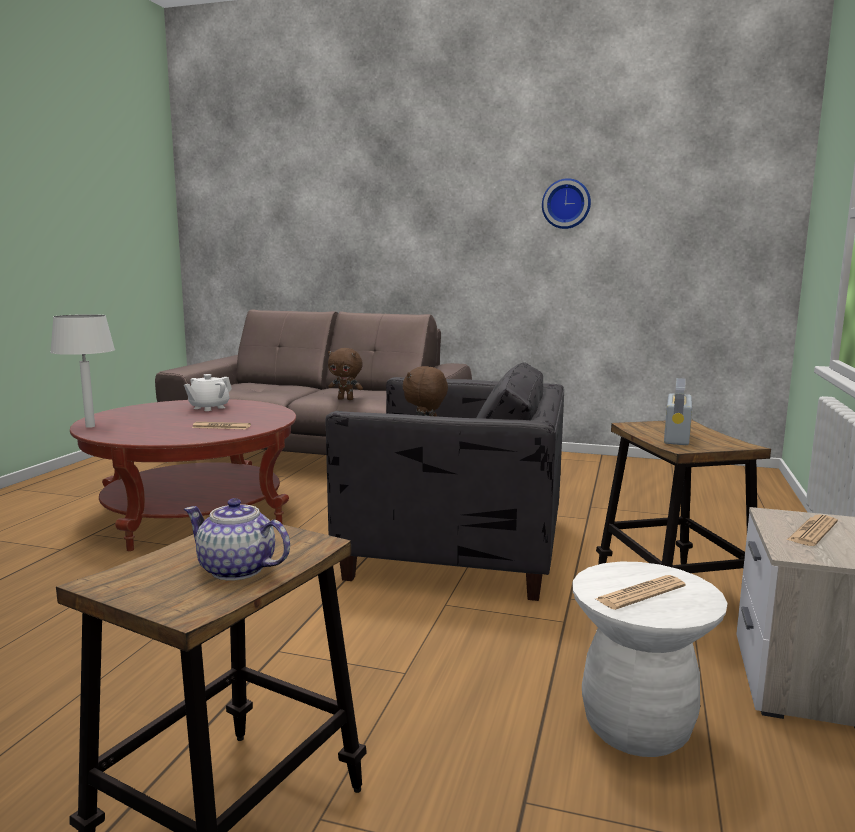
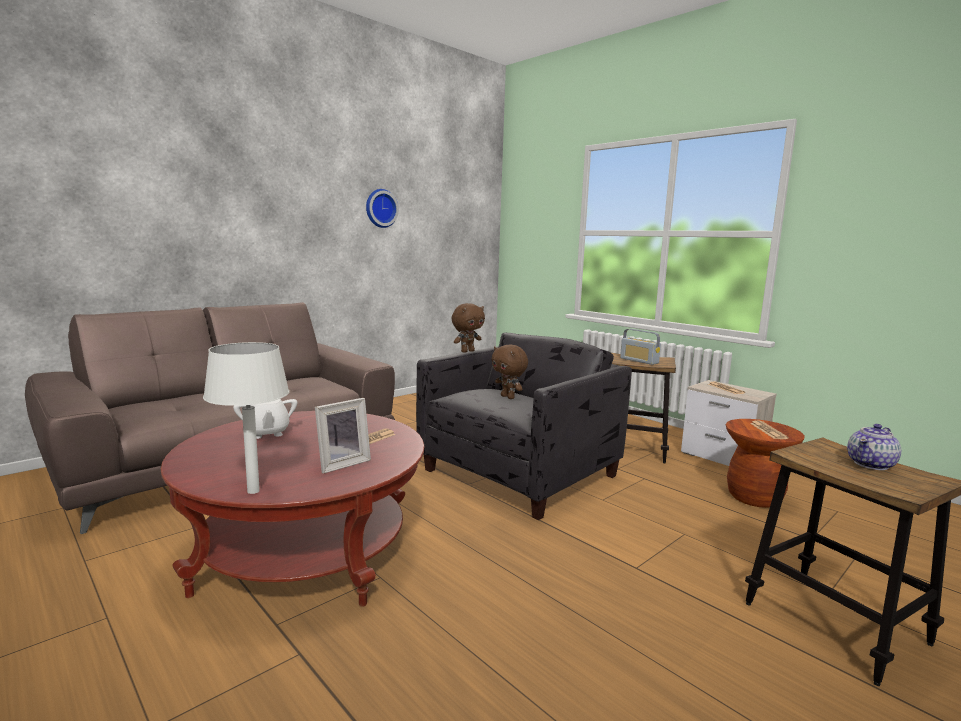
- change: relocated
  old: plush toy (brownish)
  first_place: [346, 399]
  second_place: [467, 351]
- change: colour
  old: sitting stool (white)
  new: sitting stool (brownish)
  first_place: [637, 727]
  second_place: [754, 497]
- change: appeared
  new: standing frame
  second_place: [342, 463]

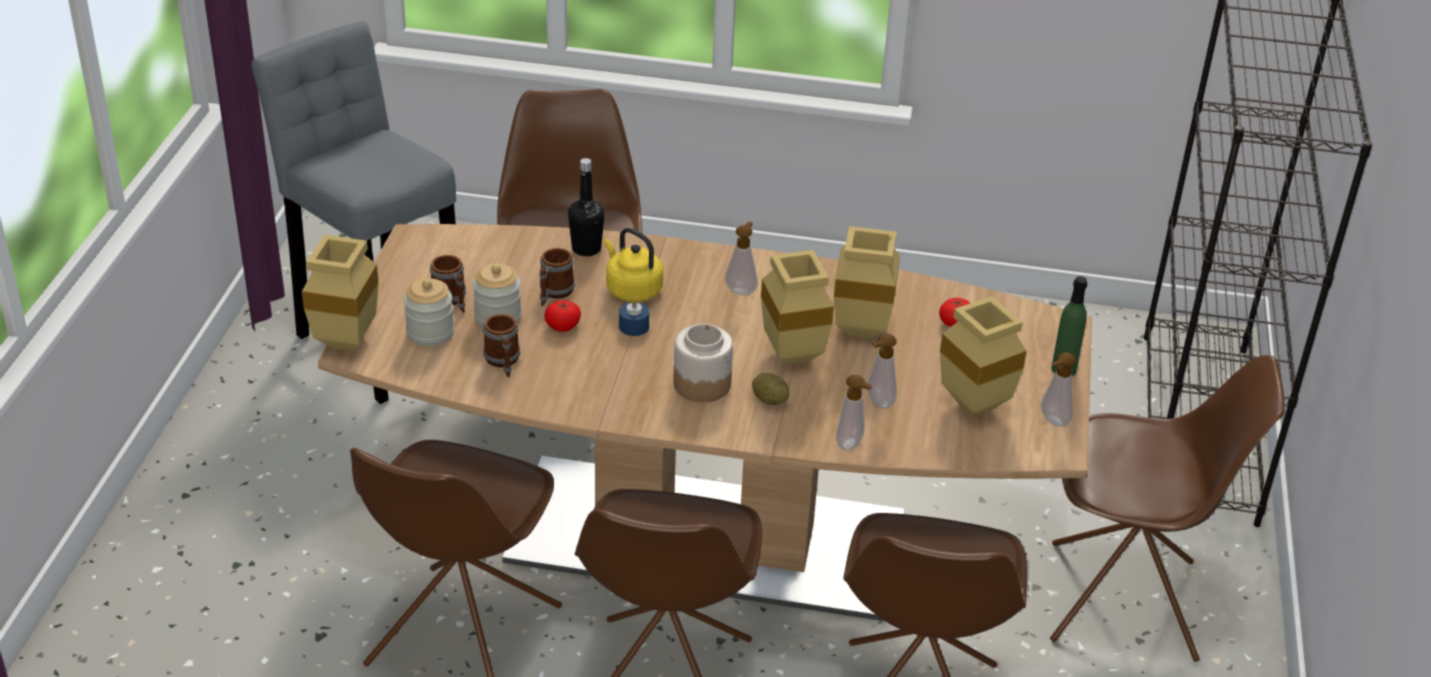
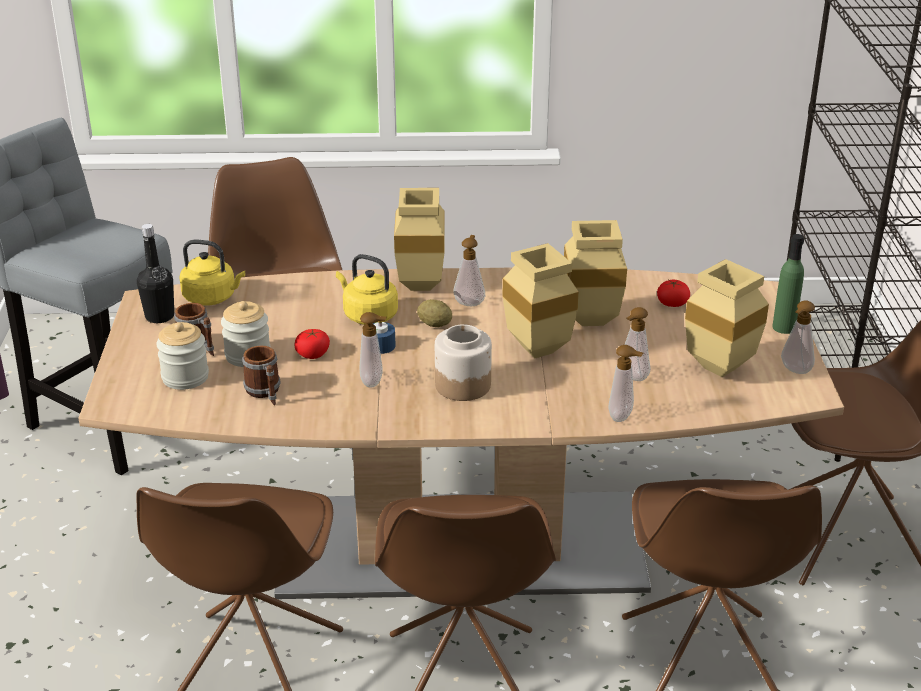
- change: relocated
  old: bottle (blackish)
  first_place: [586, 249]
  second_place: [159, 316]
- change: relocated
  old: decorative vase (beige-coloured)
  first_place: [347, 345]
  second_place: [422, 287]
- change: missing
  old: coffee mug
  first_place: [553, 293]
- change: relocated
  old: potato
  first_place: [769, 400]
  second_place: [434, 324]
- change: appeared
  new: tea kettle (yellow-coloured)
  second_place: [212, 298]
- change: appeared
  new: soap bottle
  second_place: [374, 382]

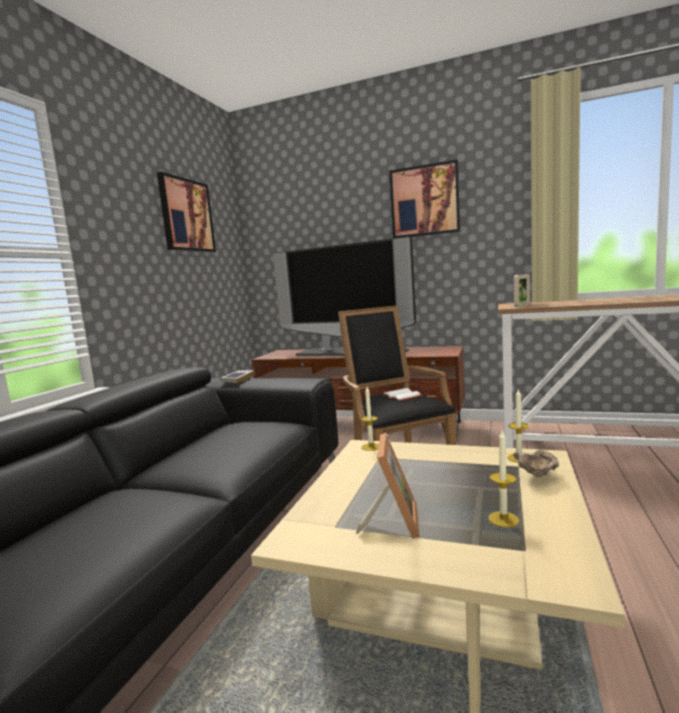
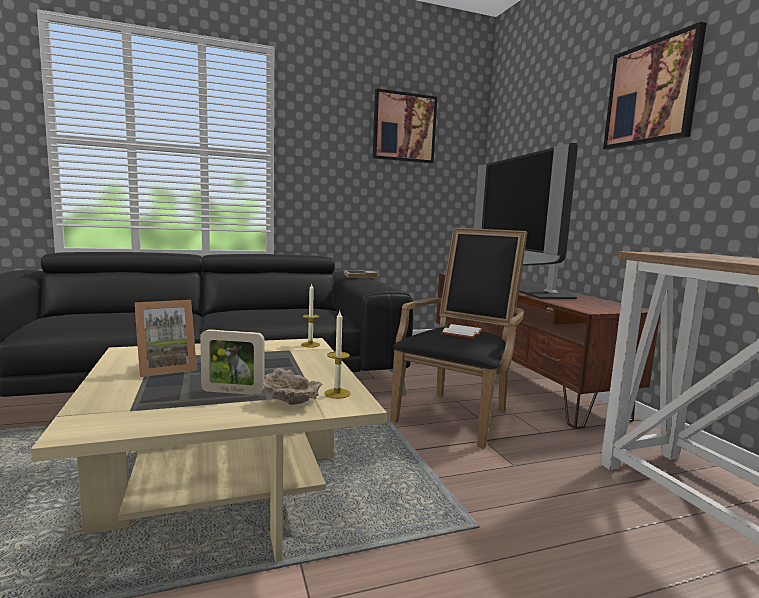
- change: relocated
  old: standing frame
  first_place: [522, 305]
  second_place: [233, 392]
- change: missing
  old: wax light
  first_place: [503, 519]

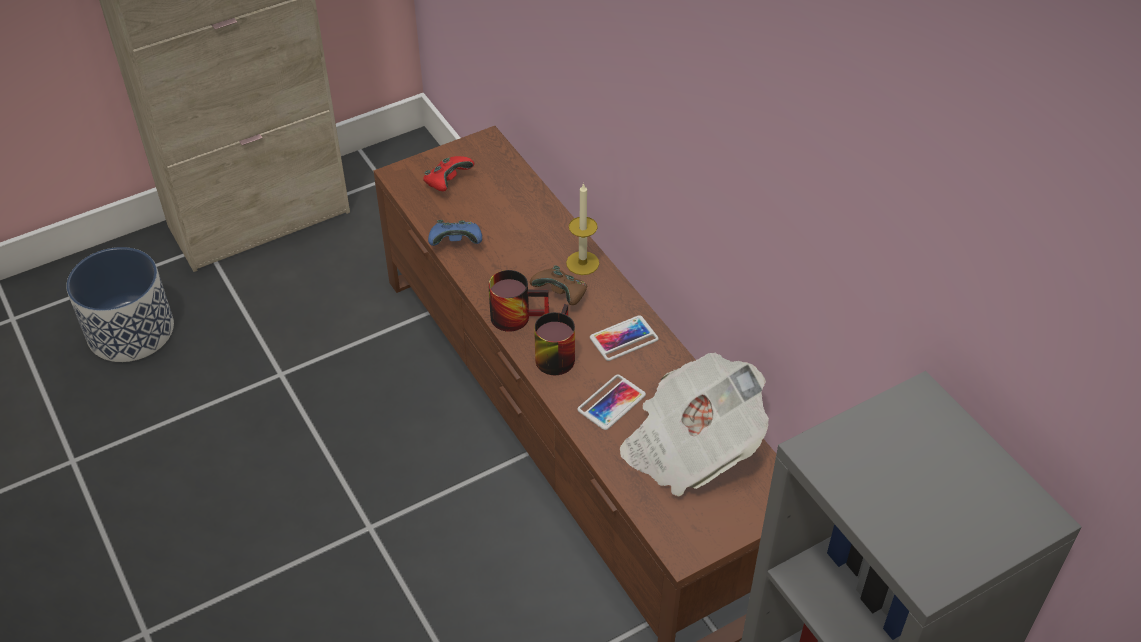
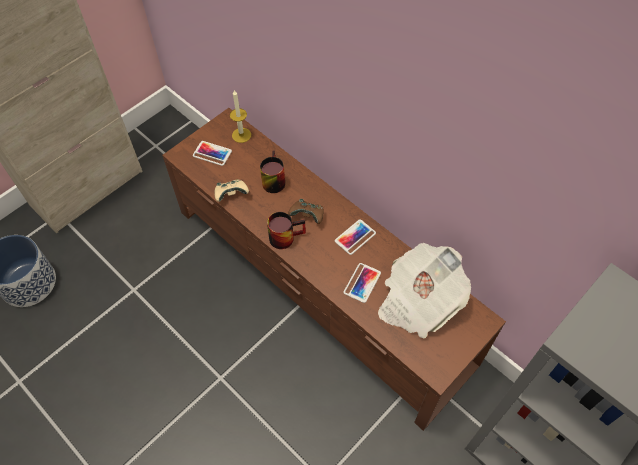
- change: exchanged
  old: joypad (red-coloured)
  new: telephone
  first_place: [447, 182]
  second_place: [212, 153]
- change: relocated
  old: wax light
  first_place: [582, 263]
  second_place: [241, 135]
- change: colour
  old: joypad (blue-coloured)
  new: joypad (beige-coloured)
  first_place: [456, 243]
  second_place: [231, 194]
- change: relocated
  old: coffee mug
  first_place: [553, 353]
  second_place: [271, 180]

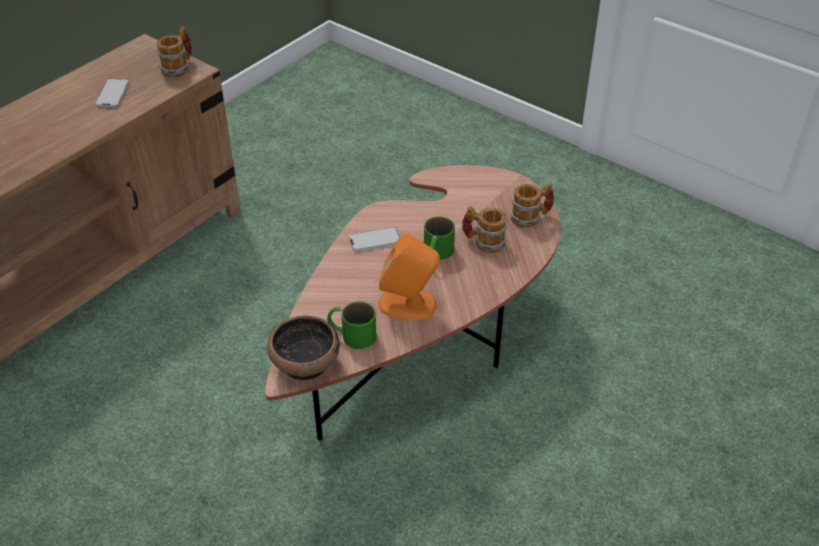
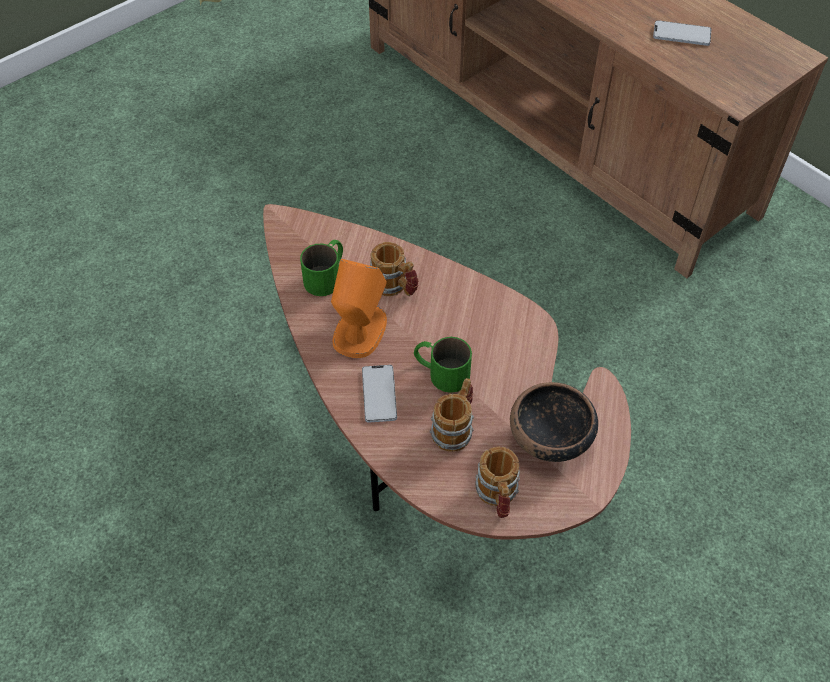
- change: relocated
  old: coffee mug
  first_place: [179, 67]
  second_place: [395, 287]
- change: relocated
  old: telephone
  first_place: [374, 240]
  second_place: [379, 394]
- change: relocated
  old: bowl
  first_place: [306, 364]
  second_place: [550, 439]

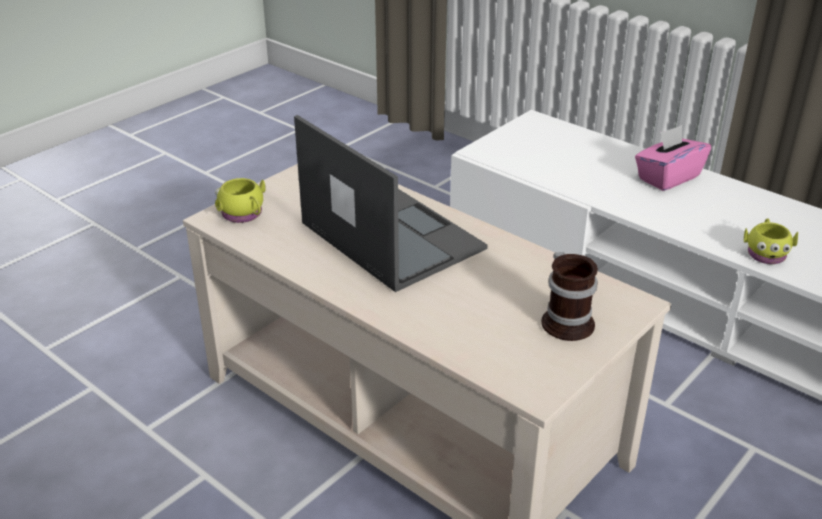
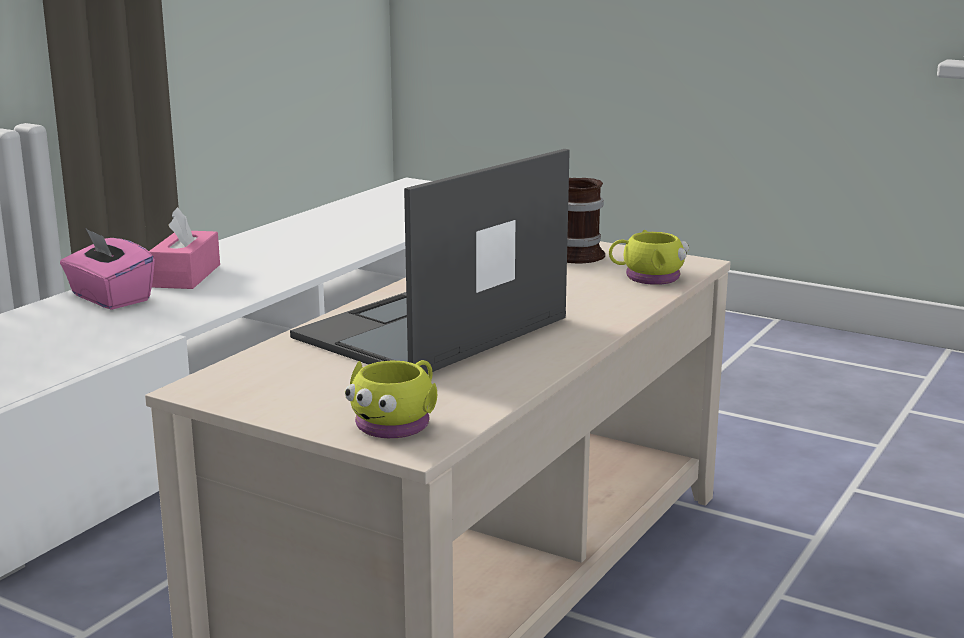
- change: relocated
  old: coffee mug (yellow-coloured)
  first_place: [765, 253]
  second_place: [647, 277]
- change: appeared
  new: tissue holder (pink)
  second_place: [186, 276]

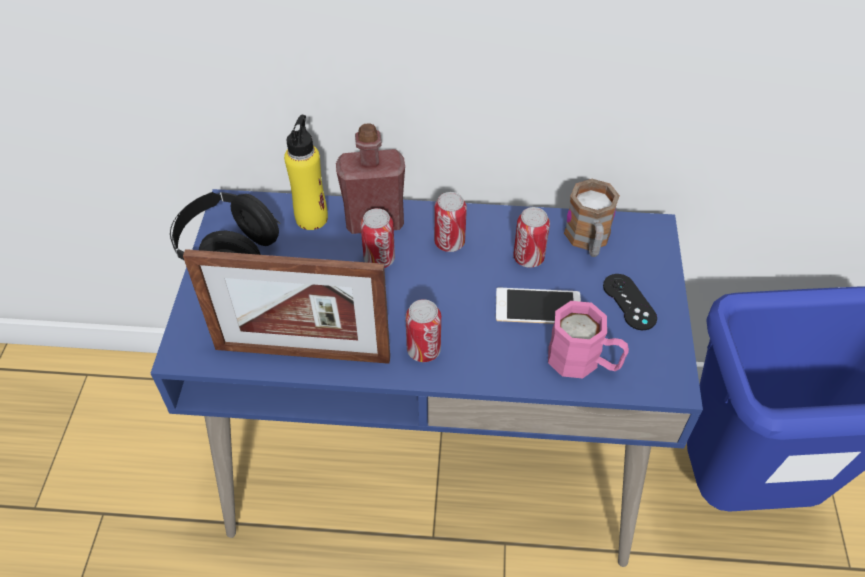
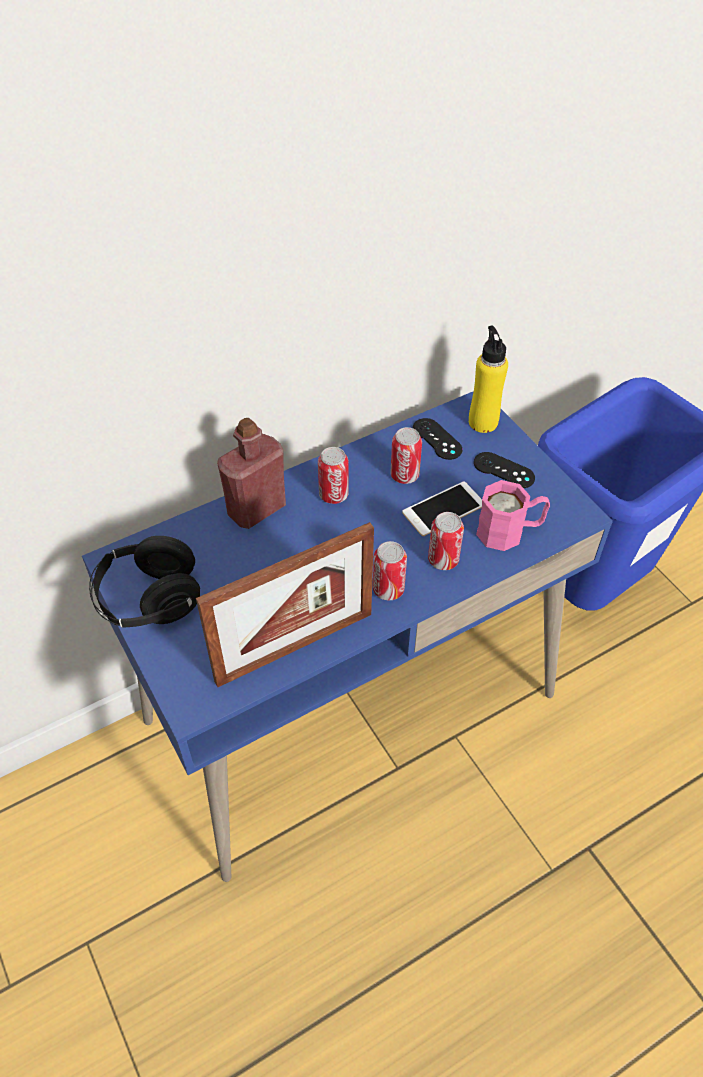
- change: relocated
  old: bottle (yellow-coloured)
  first_place: [312, 218]
  second_place: [483, 422]
- change: exchanged
  old: coffee mug
  new: joypad (blackish)
  first_place: [588, 240]
  second_place: [437, 439]
- change: relocated
  old: metal can
  first_place: [379, 259]
  second_place: [443, 560]

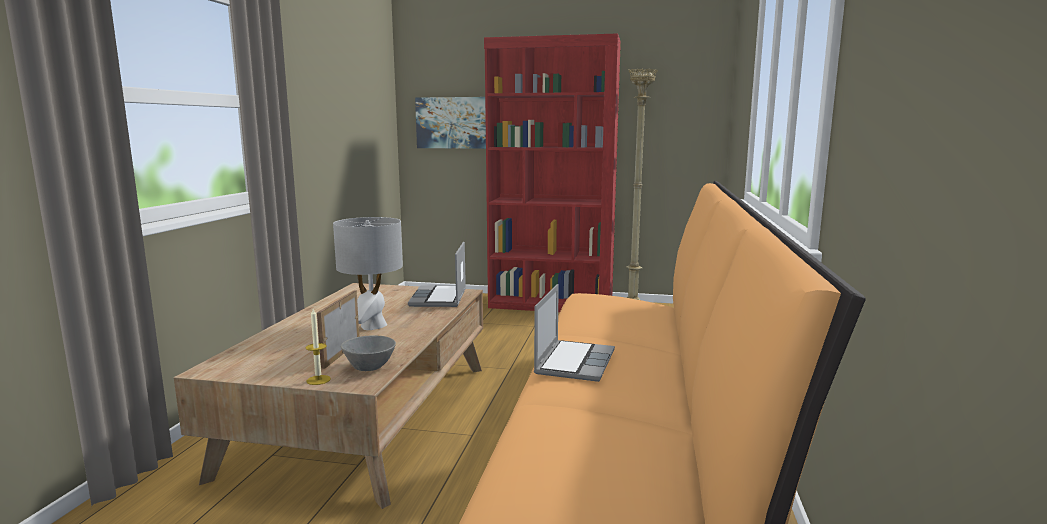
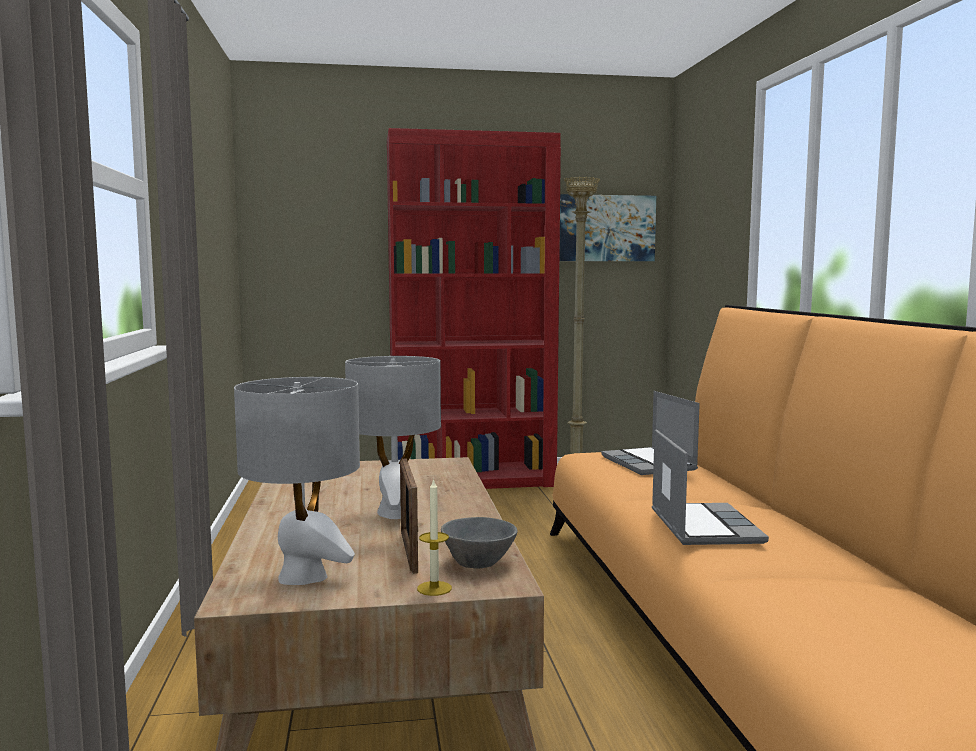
- change: relocated
  old: picture
  first_place: [452, 123]
  second_place: [607, 228]
- change: relocated
  old: notebook computer
  first_place: [439, 298]
  second_place: [650, 463]
- change: appeared
  new: lamp for a table (greyish)
  second_place: [303, 576]

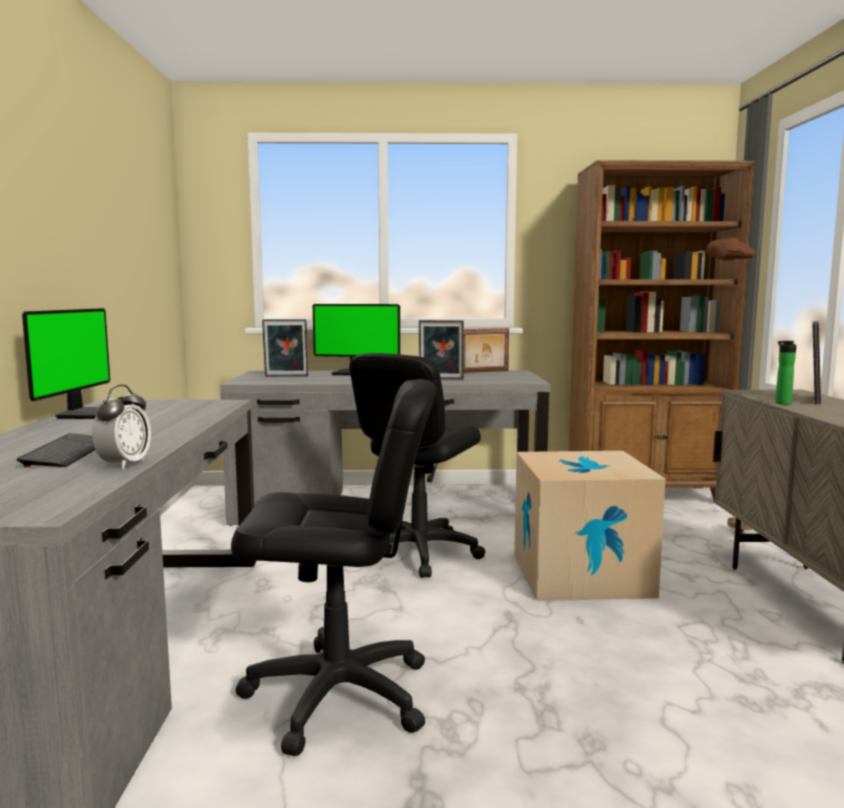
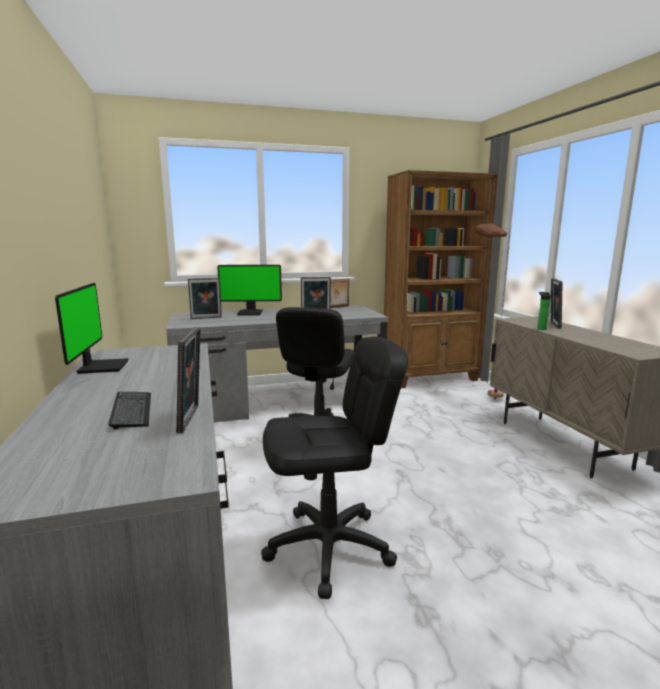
- change: exchanged
  old: alarm clock
  new: standing frame
  first_place: [124, 464]
  second_place: [192, 419]
- change: missing
  old: packing box
  first_place: [581, 575]

